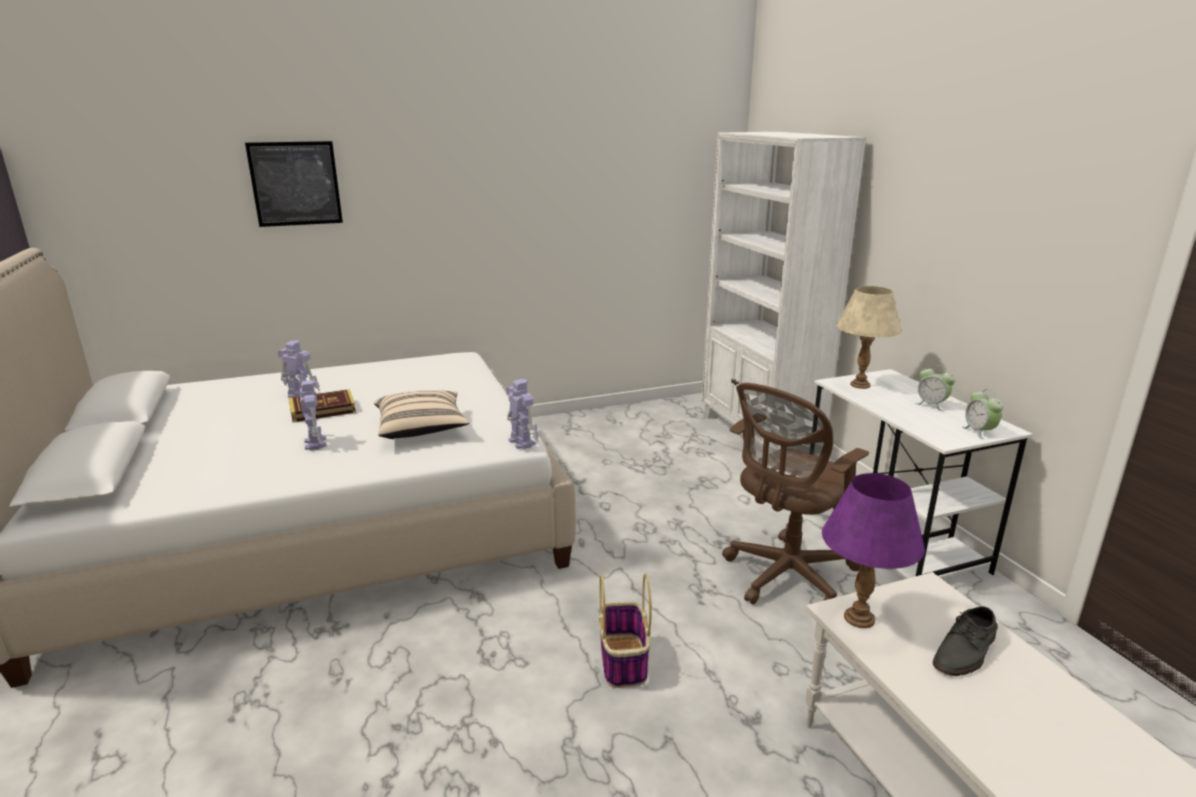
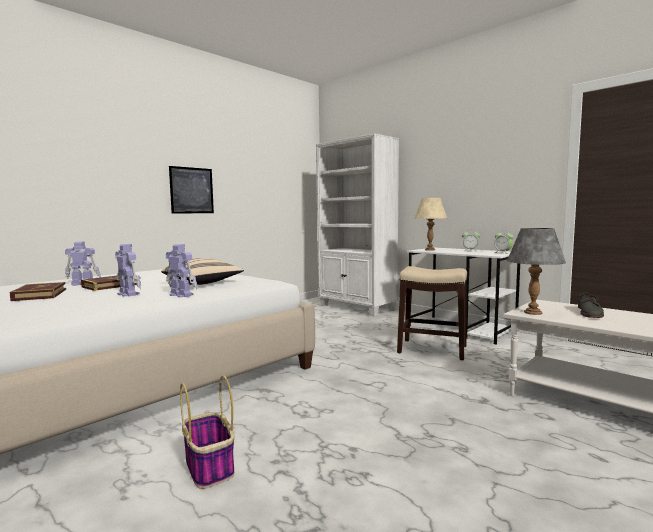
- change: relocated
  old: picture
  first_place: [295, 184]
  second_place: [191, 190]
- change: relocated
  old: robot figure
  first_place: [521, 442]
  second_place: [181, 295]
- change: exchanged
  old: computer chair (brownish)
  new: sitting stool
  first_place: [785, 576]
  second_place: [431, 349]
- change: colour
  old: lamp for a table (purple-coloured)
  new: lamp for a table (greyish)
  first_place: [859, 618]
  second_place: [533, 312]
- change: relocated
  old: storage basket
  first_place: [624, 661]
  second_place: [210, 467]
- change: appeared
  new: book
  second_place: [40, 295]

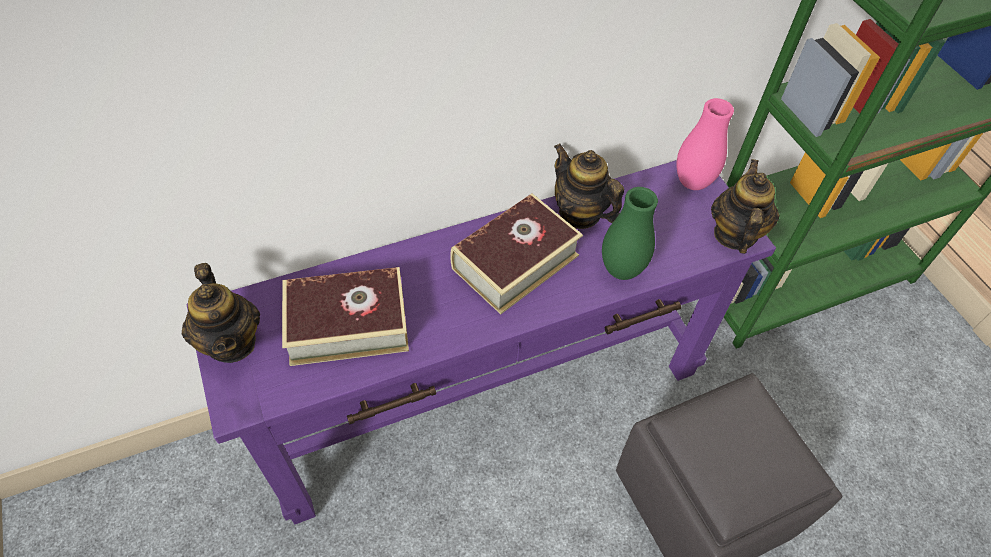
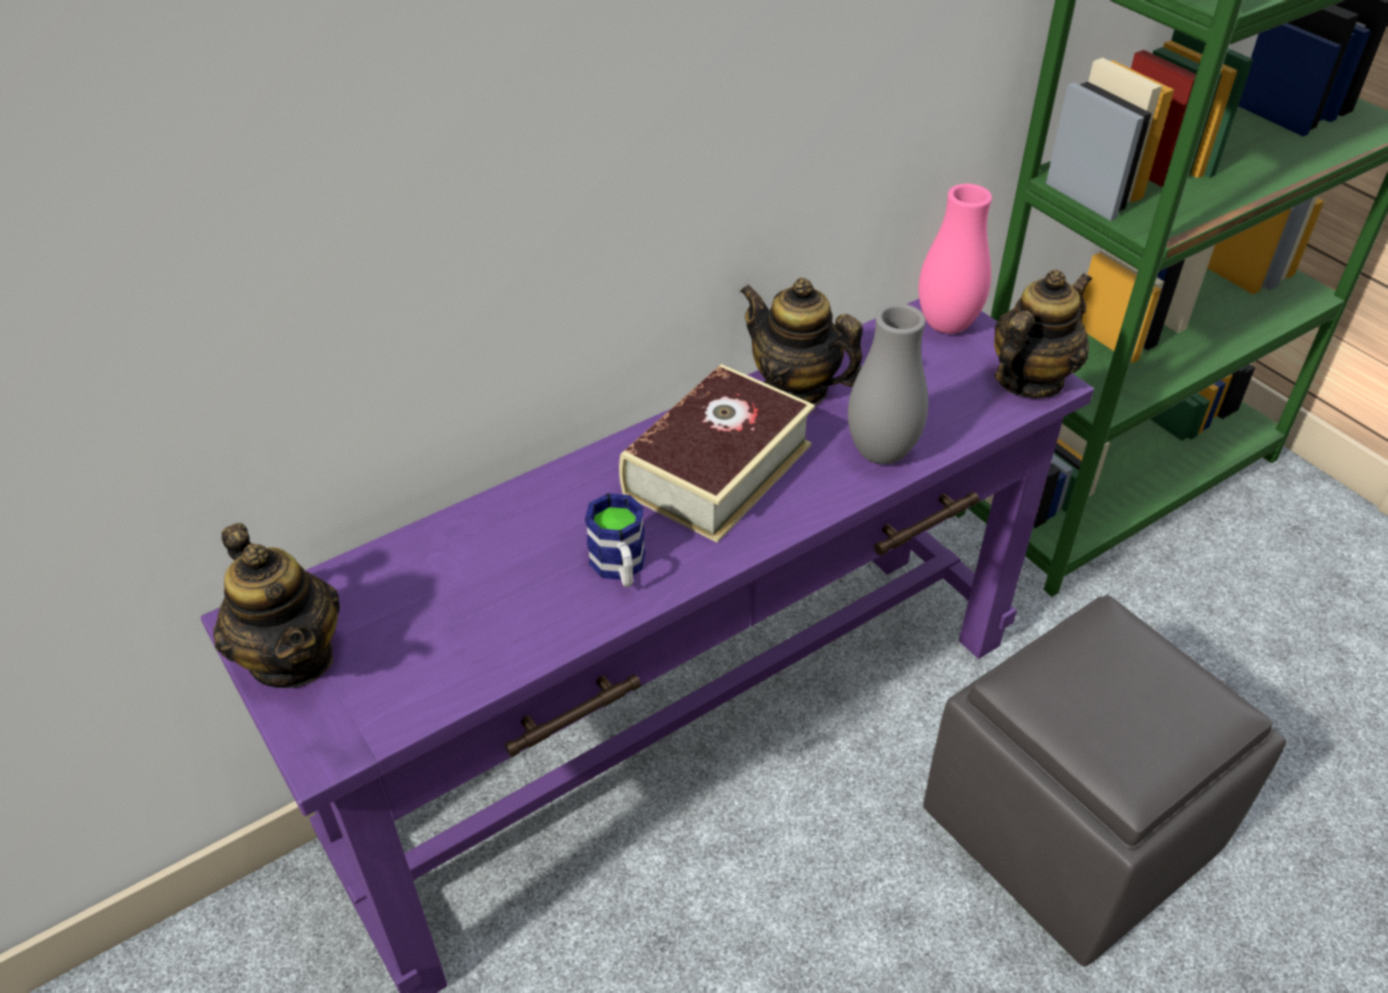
- change: spun
  old: teapot
  first_place: [734, 234]
  second_place: [1029, 380]
  degrees: 45
- change: colour
  old: decorative vase (green)
  new: decorative vase (greyish)
  first_place: [621, 270]
  second_place: [881, 453]
- change: missing
  old: book
  first_place: [348, 324]
- change: appeared
  new: coffee mug
  second_place: [620, 568]

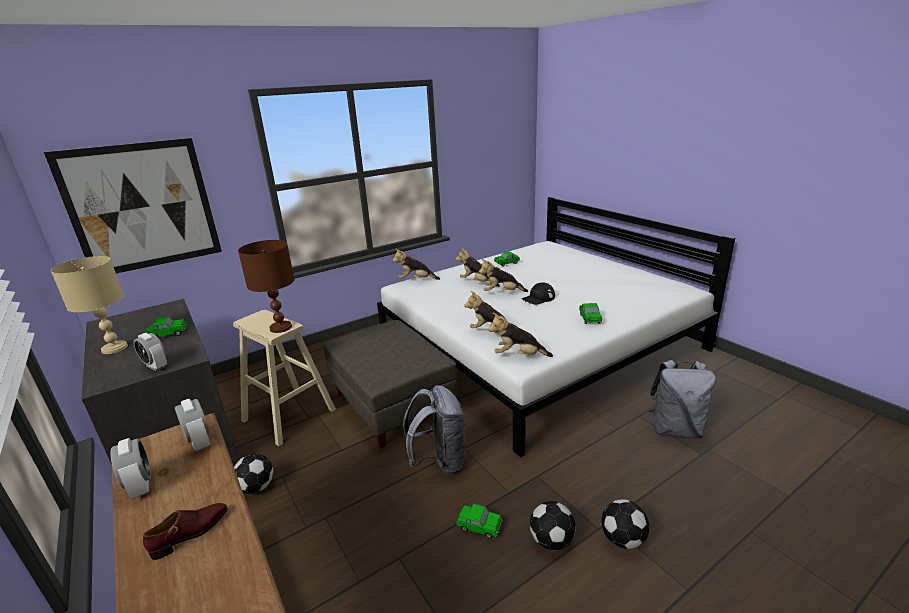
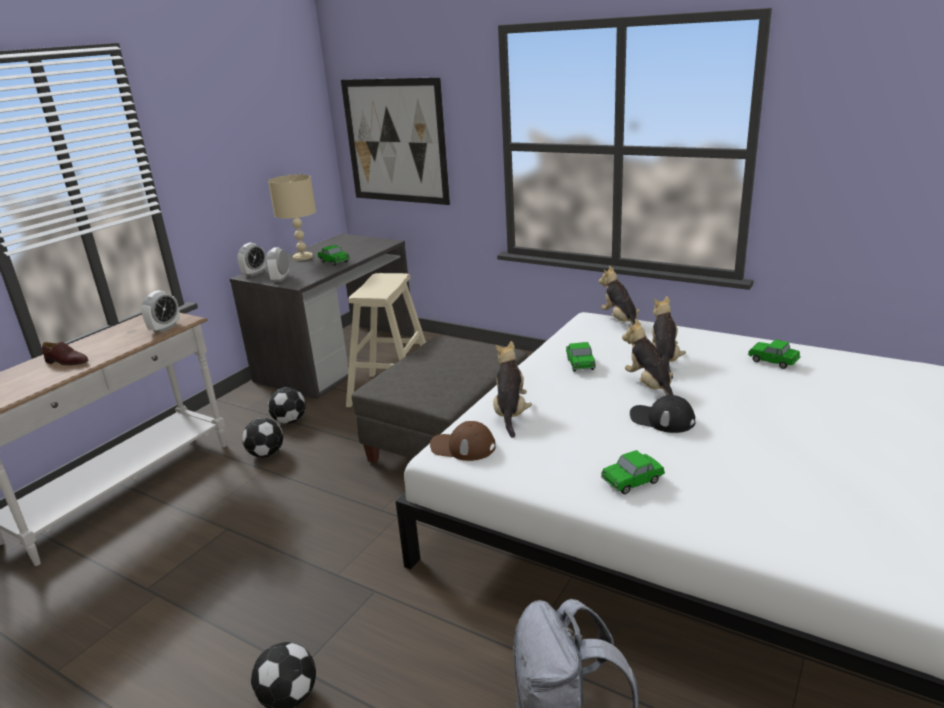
- change: missing
  old: lamp for a table (brownish)
  first_place: [281, 327]
- change: exchanged
  old: plush toy
  new: peaked cap (brownish)
  first_place: [518, 356]
  second_place: [462, 447]
- change: missing
  old: rucksack (greyish)
  first_place: [439, 461]
- change: relocated
  old: alarm clock
  first_place: [141, 486]
  second_place: [254, 273]
- change: relocated
  old: football
  first_place: [552, 541]
  second_place: [266, 454]
- change: relocated
  old: miniature car
  first_place: [479, 526]
  second_place: [580, 364]

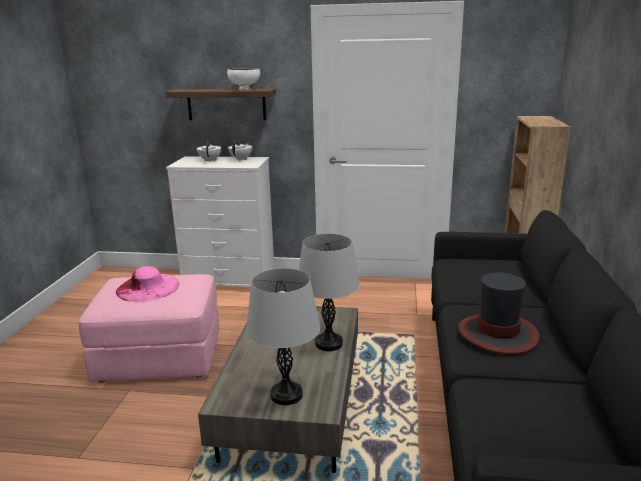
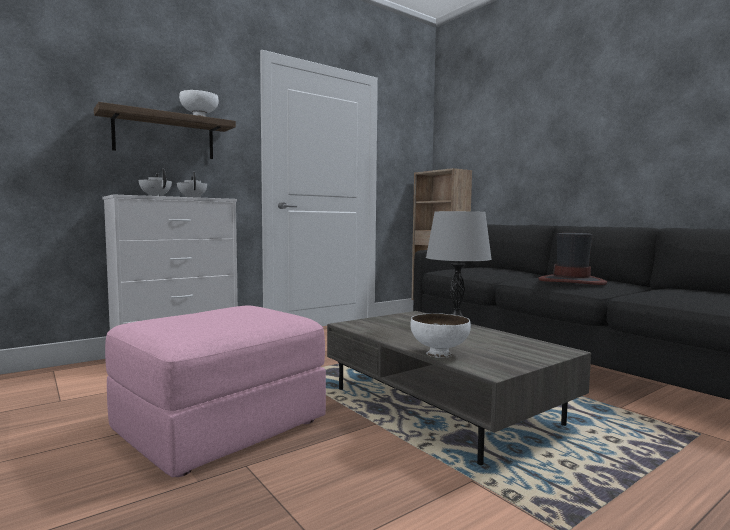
- change: missing
  old: wearable hat (pink)
  first_place: [147, 287]
- change: missing
  old: lamp for a table (greyish)
  first_place: [286, 395]
- change: appeared
  new: bowl (white)
  second_place: [439, 354]

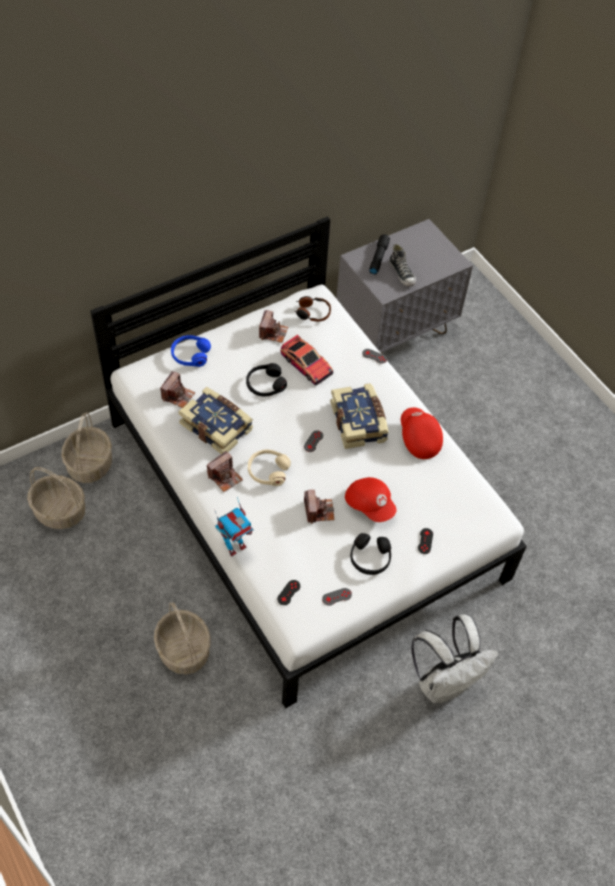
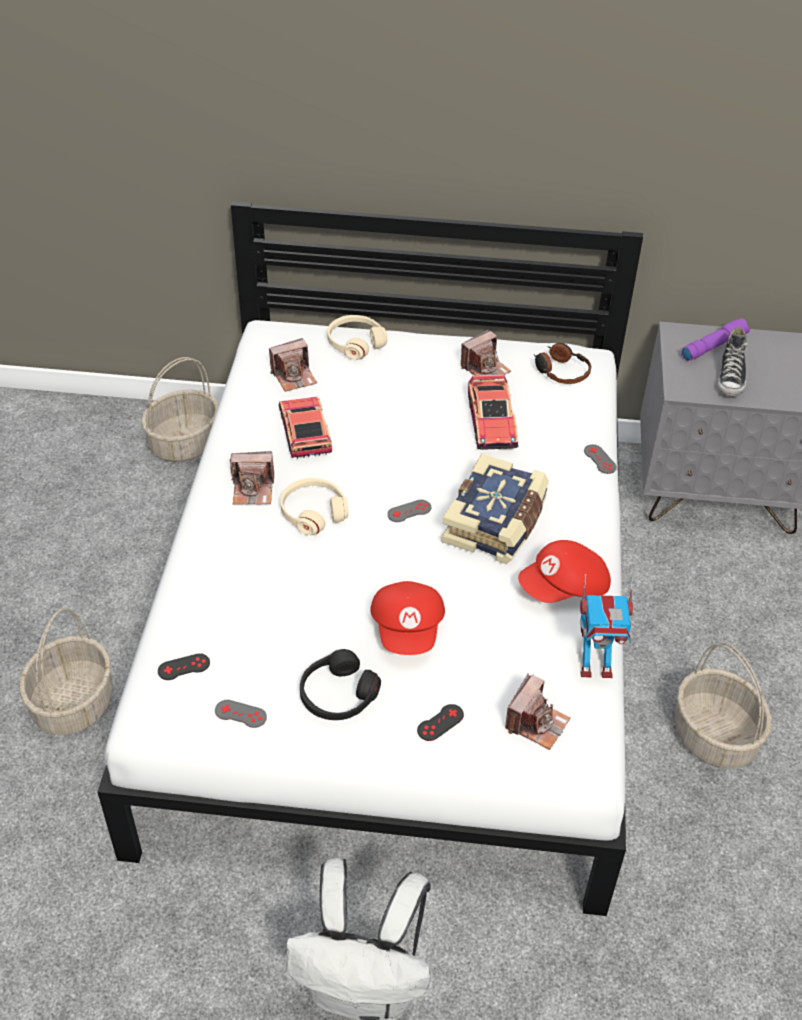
- change: colour
  old: flashlight (blackish)
  new: flashlight (purple-coloured)
  first_place: [378, 257]
  second_place: [713, 346]
- change: colour
  old: headset (blue-coloured)
  new: headset (beige-coloured)
  first_place: [190, 355]
  second_place: [355, 343]
- change: missing
  old: headset (blackish)
  first_place: [265, 384]
- change: exchanged
  old: book
  new: miniature car
  first_place: [217, 426]
  second_place: [305, 431]
- change: spun
  old: peaked cap (red-coloured)
  first_place: [418, 438]
  second_place: [564, 588]
  degrees: -135
- change: relocated
  old: storage basket
  first_place: [61, 511]
  second_place: [715, 737]
- change: relocated
  old: photo camera
  first_place: [318, 511]
  second_place: [536, 723]
- change: relocated
  old: robot figure
  first_place: [234, 546]
  second_place: [595, 666]

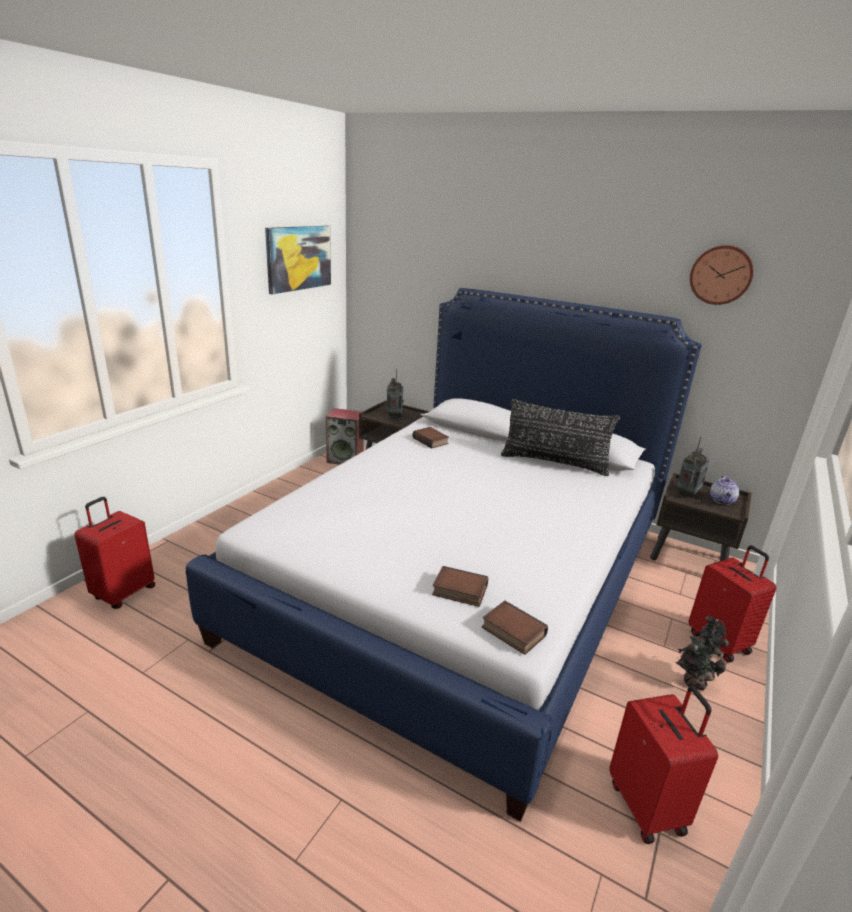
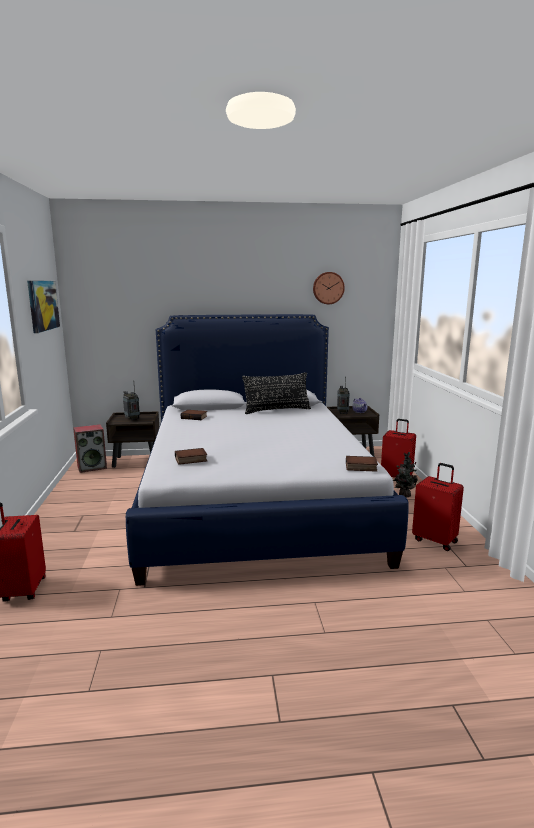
- change: relocated
  old: book
  first_place: [458, 591]
  second_place: [190, 460]

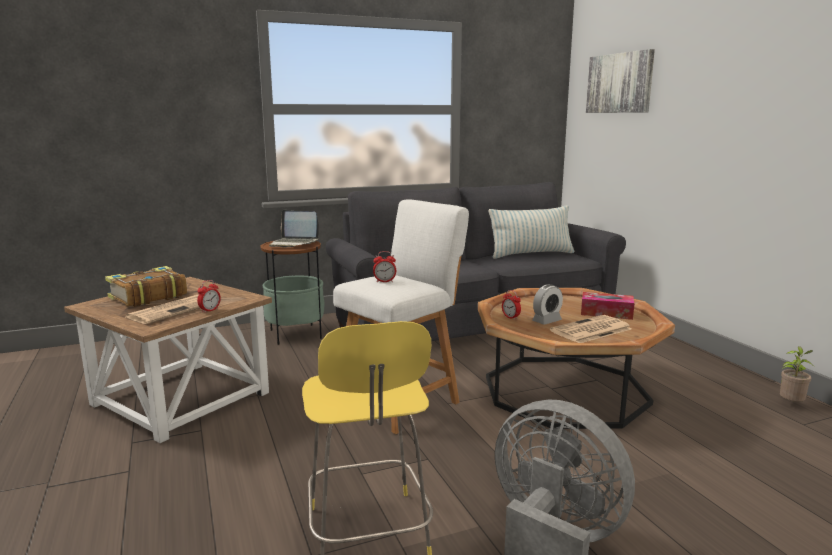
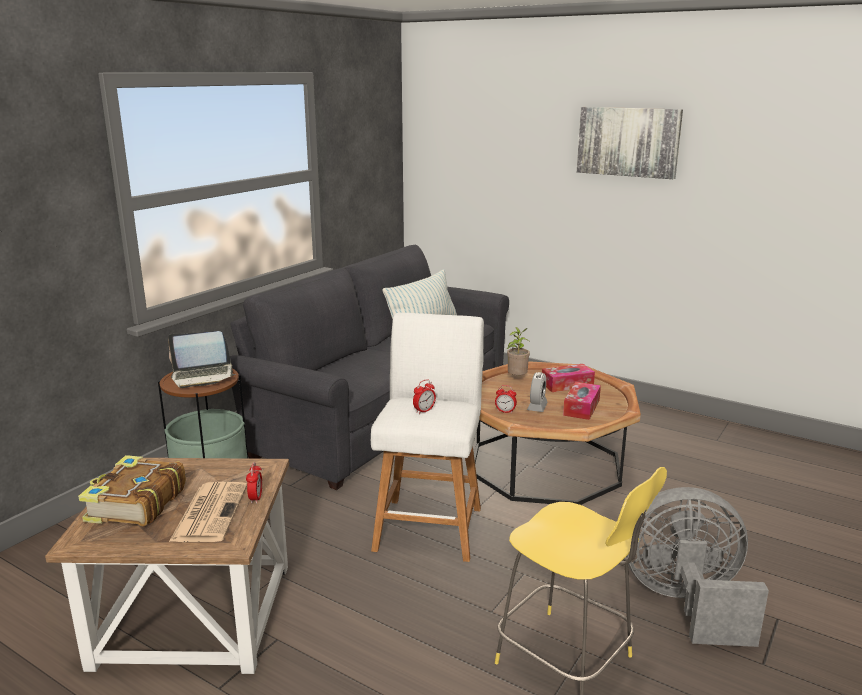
- change: relocated
  old: picture
  first_place: [619, 83]
  second_place: [628, 142]
- change: exchanged
  old: printed paper
  new: tissue holder
  first_place: [590, 330]
  second_place: [581, 407]
- change: relocated
  old: potted plant
  first_place: [791, 404]
  second_place: [517, 378]

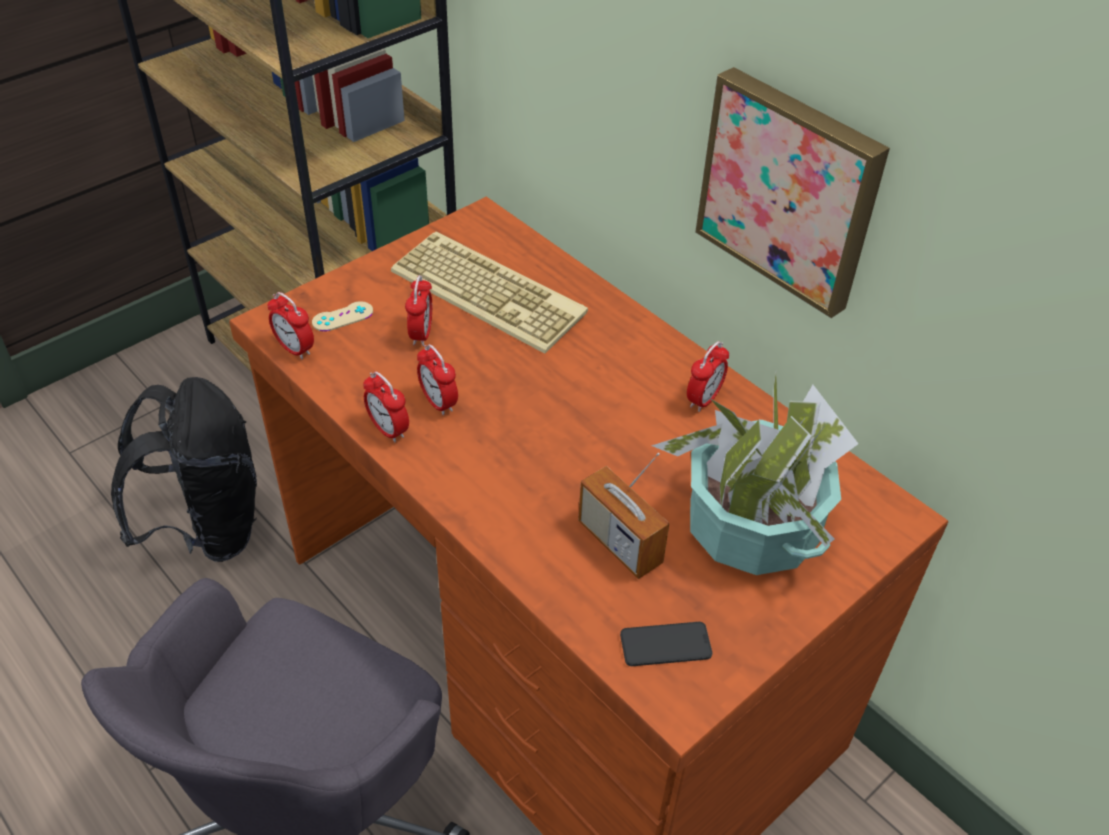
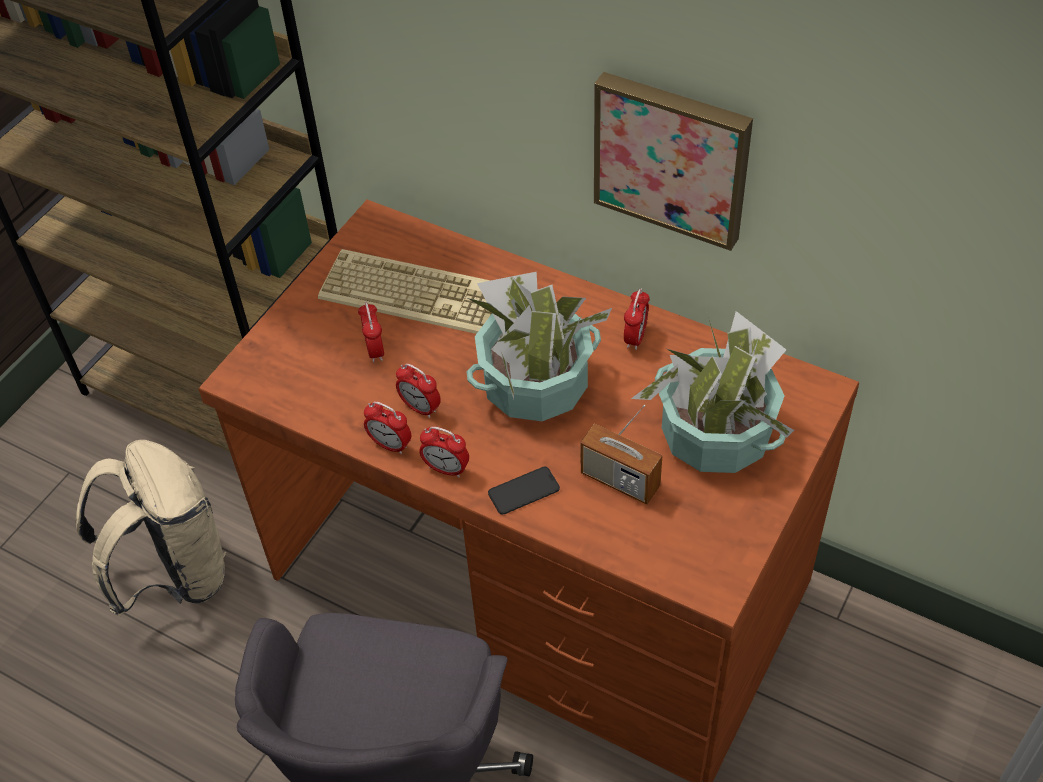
- change: relocated
  old: alarm clock
  first_place: [295, 349]
  second_place: [446, 469]
- change: missing
  old: joypad (beige-coloured)
  first_place: [342, 317]
- change: colour
  old: rucksack (blackish)
  new: rucksack (beige-coloured)
  first_place: [208, 527]
  second_place: [175, 574]
- change: relocated
  old: telephone
  first_place: [665, 644]
  second_place: [523, 491]
- change: appeared
  new: potted plant
  second_place: [535, 385]

